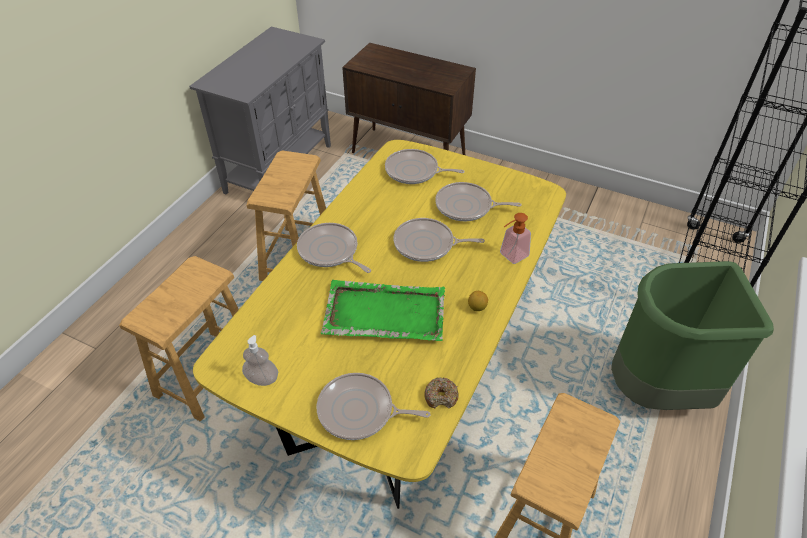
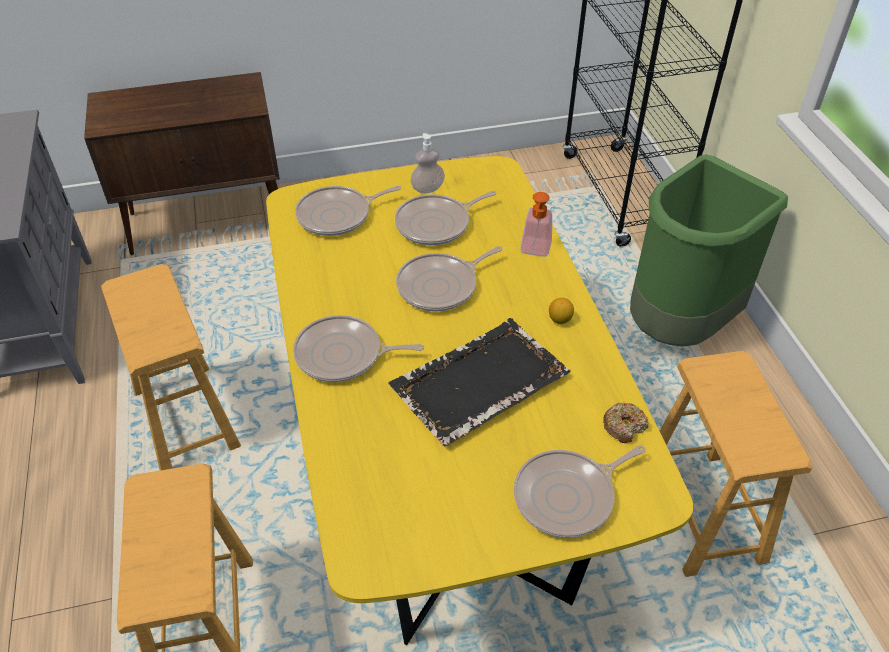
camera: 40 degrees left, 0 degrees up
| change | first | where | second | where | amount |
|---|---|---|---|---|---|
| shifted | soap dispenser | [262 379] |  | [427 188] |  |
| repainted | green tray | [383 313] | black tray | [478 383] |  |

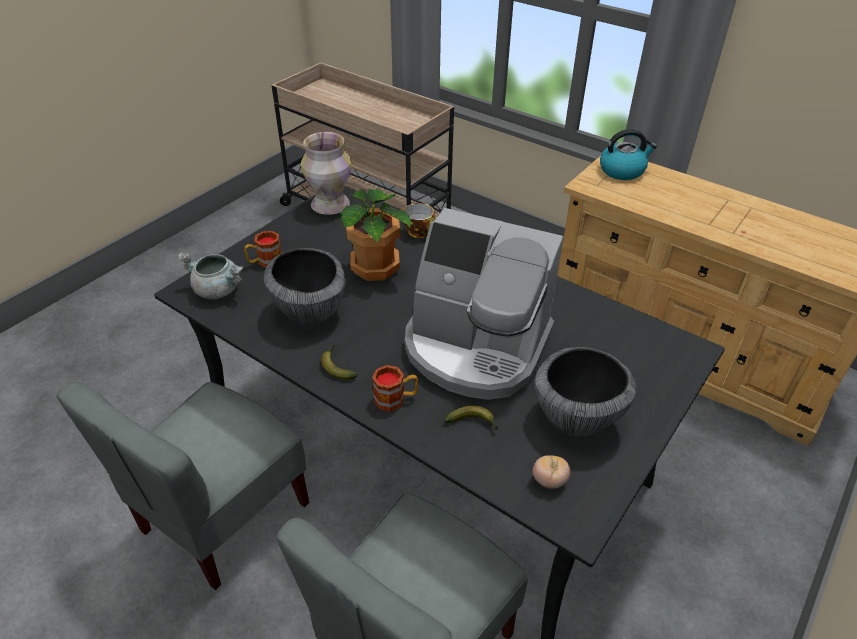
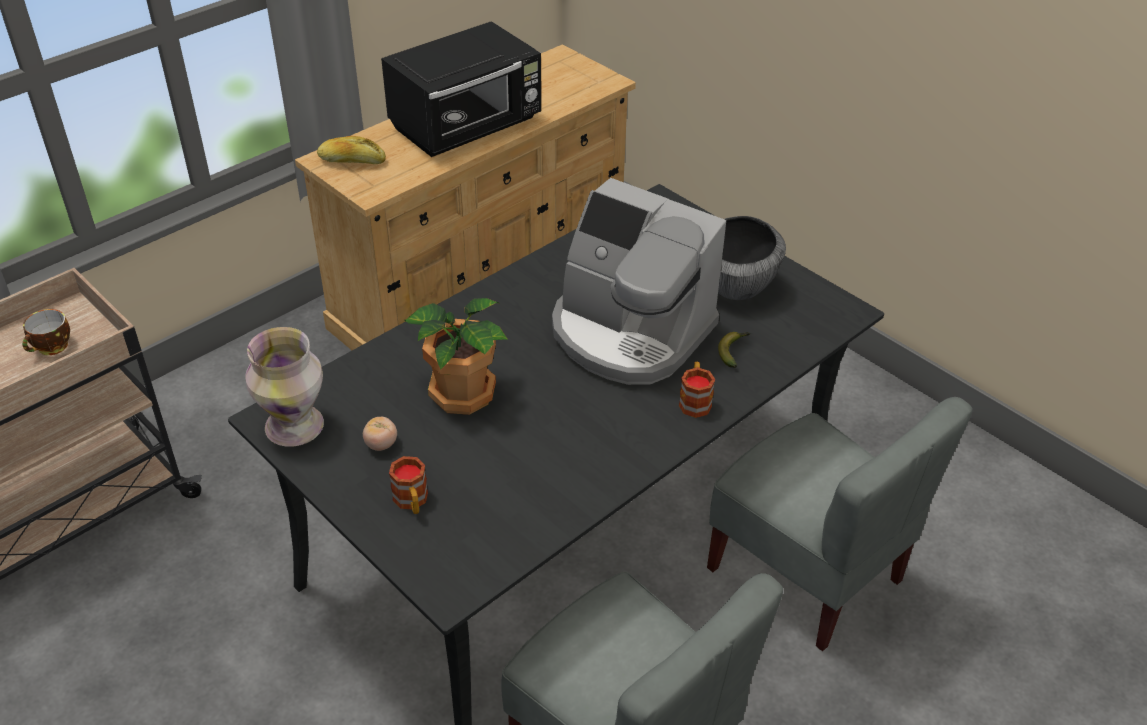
camera: 80 degrees left, 0 degrees up
| change | first | where | second | where | amount |
|---|---|---|---|---|---|
| gone | grey cooking pot | [218 290] |  |  |  |
| gone | bowl | [310 312] |  |  |  |
| gone | banana | [337 366] |  |  |  |
| new |  |  | black microwave | [467 126] |  |
| shifted | cup | [416 232] |  | [52 348] |  |
| shifted | tomato | [549 480] |  | [381 444] |  |
| swapped | kettle | [622 170] | bread | [352 161] |  |
| rotated | coffee machine | [475 348] |  | [629 333] | 90 degrees clockwise |

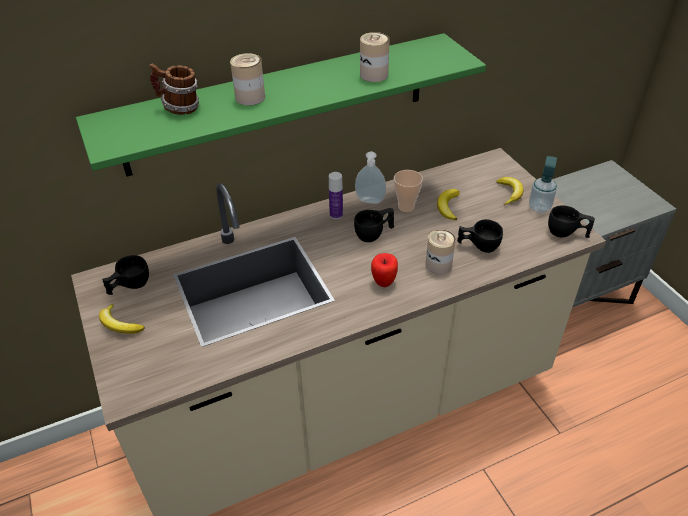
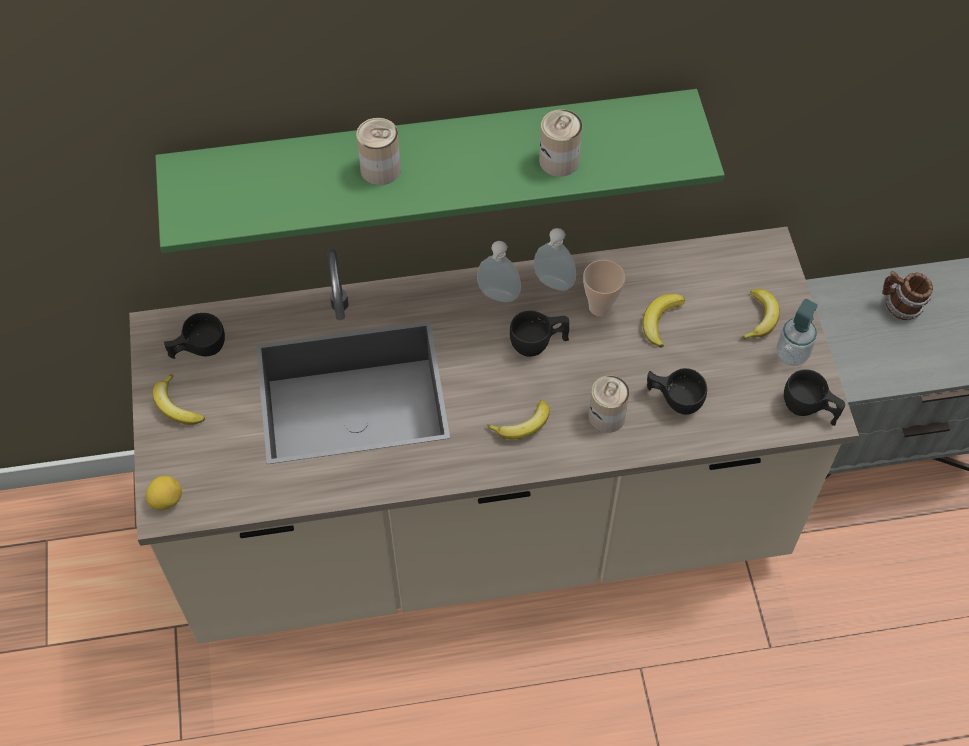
camera: 15 degrees right, 15 degrees up
| change | first | where | second | where | amount |
|---|---|---|---|---|---|
| new |  |  | lemon | [166 500] |  |
| shifted | mug | [179 108] |  | [900 307] |  |
| swapped | bottle | [336 215] | soap dispenser | [497 297] |  |
| swapped | apple | [384 282] | banana | [523 426] |  |

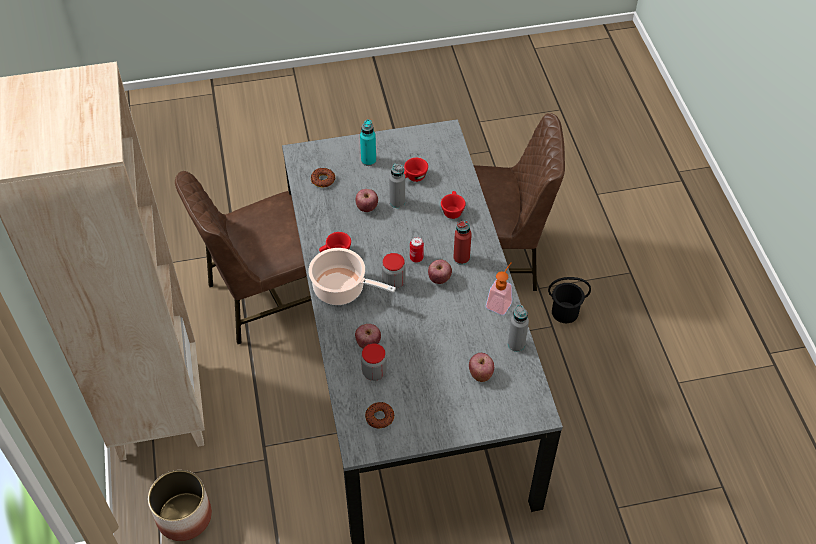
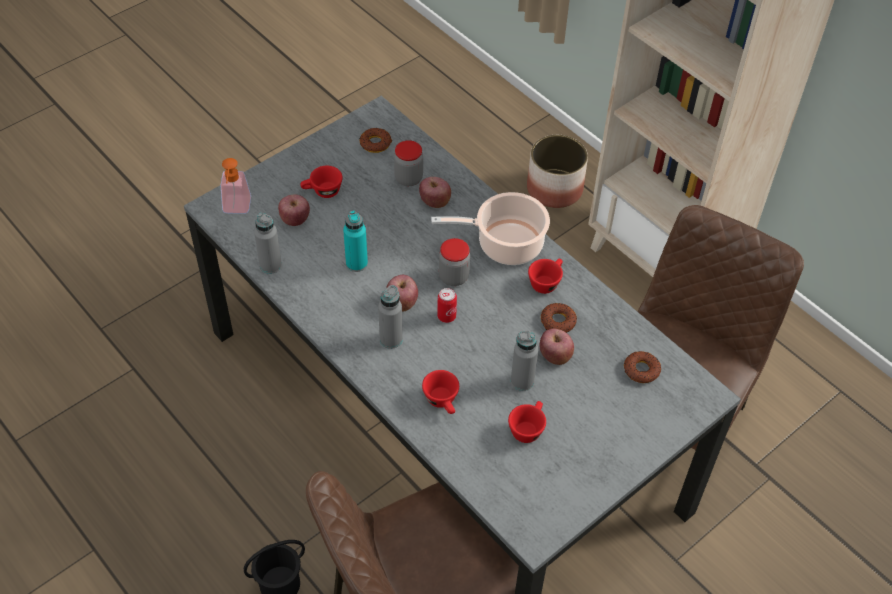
camera: 150 degrees right, 0 degrees up
| change | first | where | second | where | amount |
|---|---|---|---|---|---|
| new |  |  | red cup | [322 192] |  |
| new |  |  | donut | [558 321] |  |
| shifted | turquoise bottle | [368 160] |  | [356 263] |  |
| shifted | soap dispenser | [500 302] |  | [236 209] |  |
| repainted | red bottle | [461 258] | grey bottle | [391 339] |  |

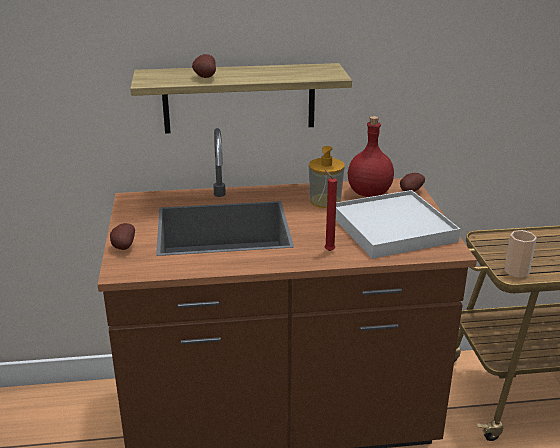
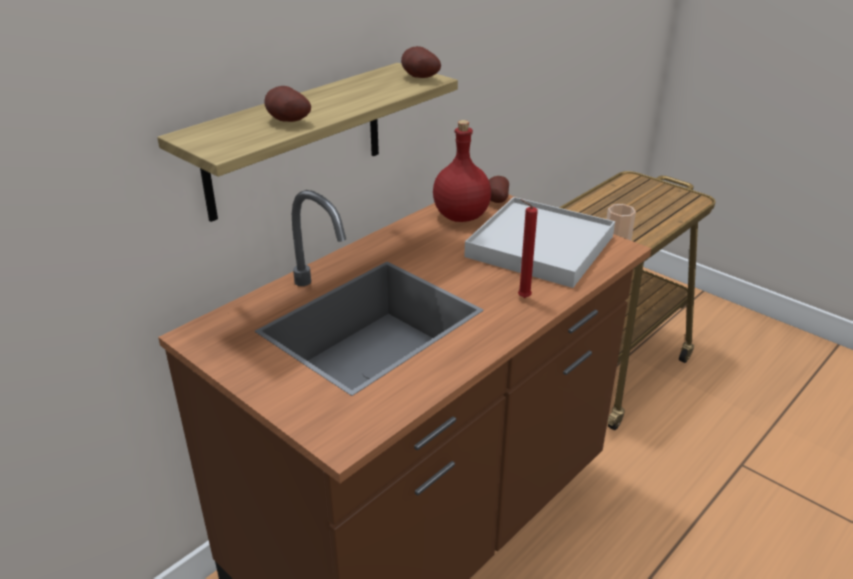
camera: 40 degrees left, 5 degrees up
| change | first | where | second | where | amount |
|---|---|---|---|---|---|
| gone | soap dispenser | [325 201] |  |  |  |
| shifted | potato | [122 247] |  | [418 78] |  |

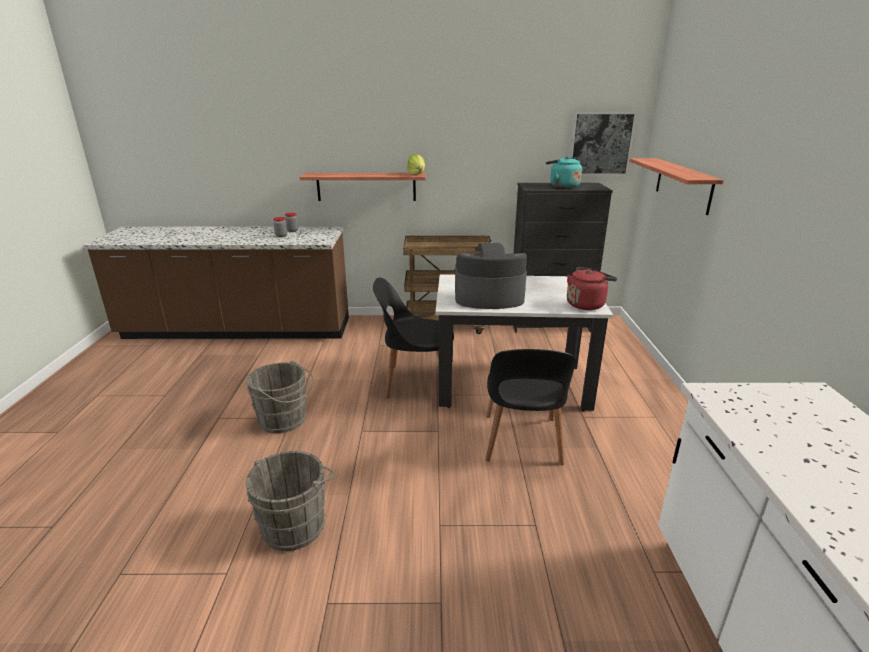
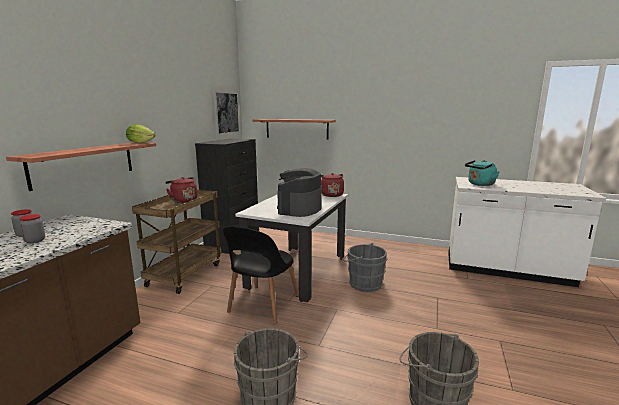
camera: 70 degrees left, 10 degrees down
| change | first | where | second | where | amount |
|---|---|---|---|---|---|
| new |  |  | red kettle | [183 201] |  |
| shifted | turquoise kettle | [562 186] |  | [480 184] |  |
| swapped | black chair | [522 442] | grey bucket | [363 283] |  |

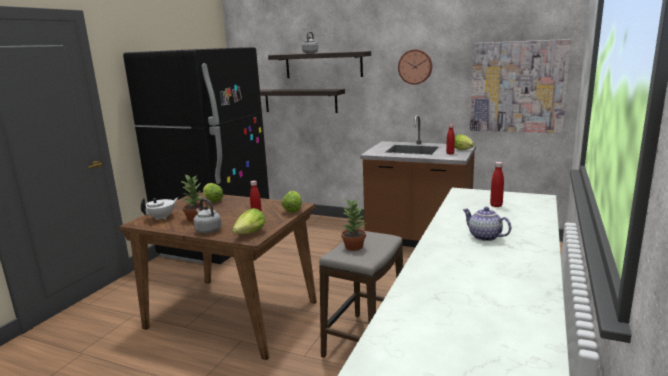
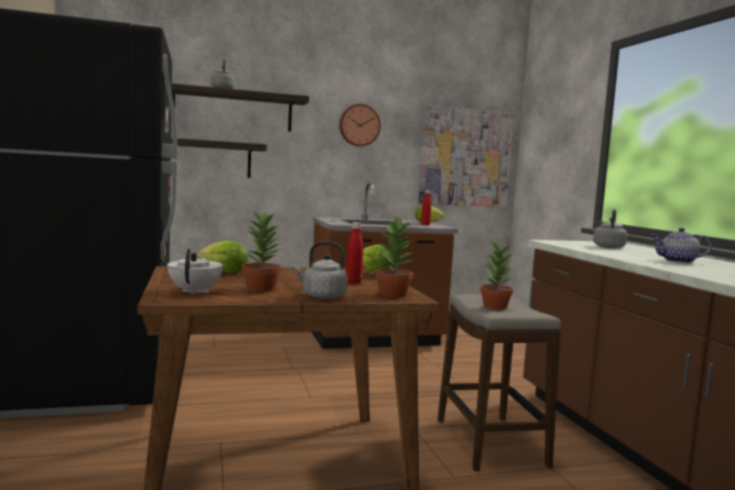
camera: 40 degrees left, 10 degrees down
| change | first | where | second | where | amount |
|---|---|---|---|---|---|
| swapped | lettuce | [250 233] | potted plant | [393 294] |  |
| swapped | red bottle | [496 205] | grey kettle | [609 247] |  |

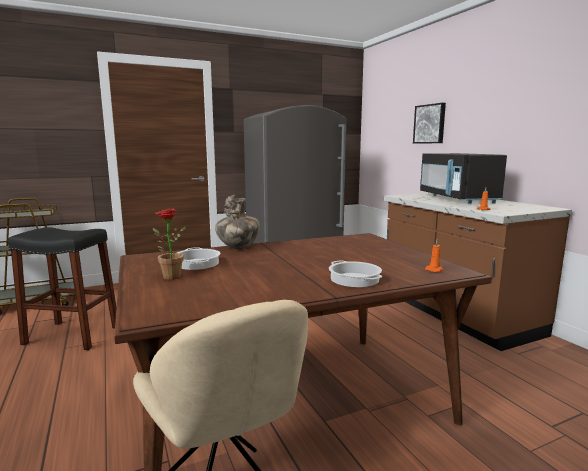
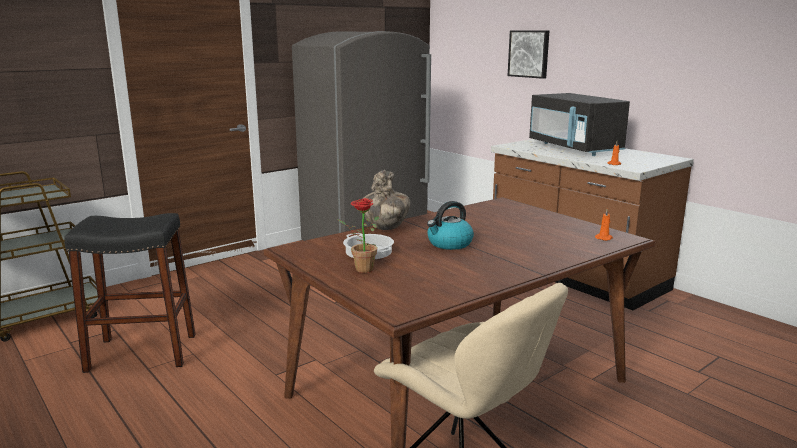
camera: 15 degrees left, 5 degrees up
| change | first | where | second | where | amount |
|---|---|---|---|---|---|
| gone | cooking pot | [354 279] |  |  |  |
| new |  |  | kettle | [449 244] |  |

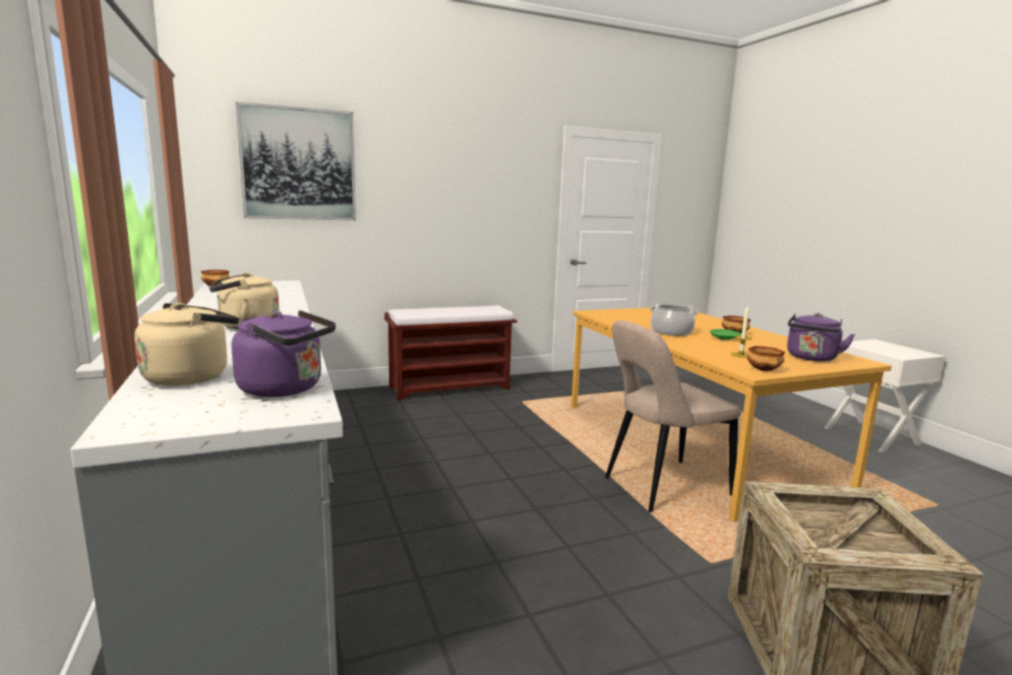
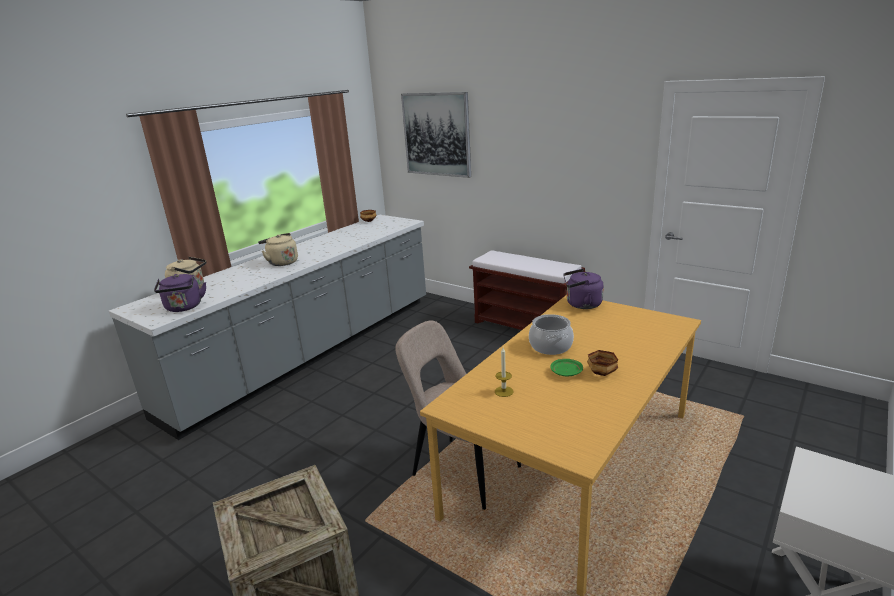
camera: 60 degrees right, 10 degrees up
| change | first | where | second | where | amount |
|---|---|---|---|---|---|
| gone | bowl | [763 369] |  |  |  |
| shifted | purple kettle | [811 358] |  | [581 304] |  |

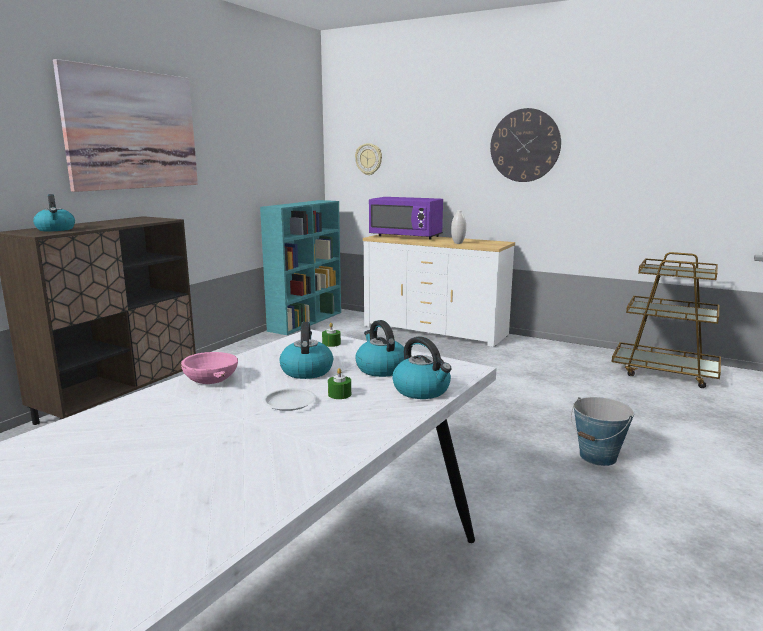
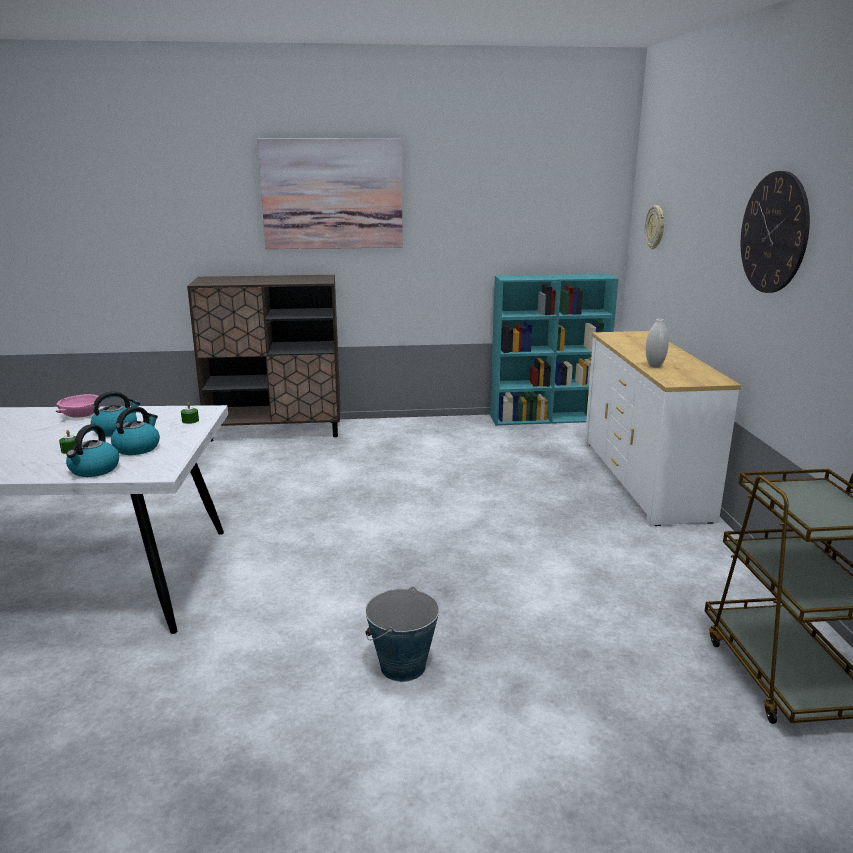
camera: 55 degrees right, 5 degrees up
| change | first | where | second | where | amount |
|---|---|---|---|---|---|
| gone | kettle | [56 229] |  |  |  |
| gone | white plate | [289 403] |  |  |  |
| gone | purple microwave | [406 236] |  |  |  |

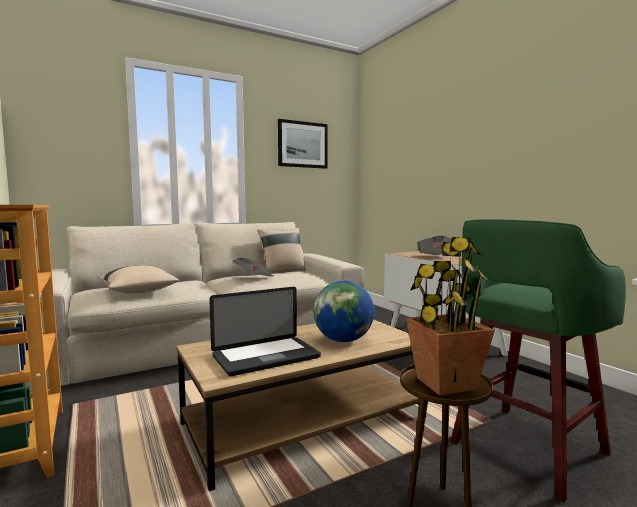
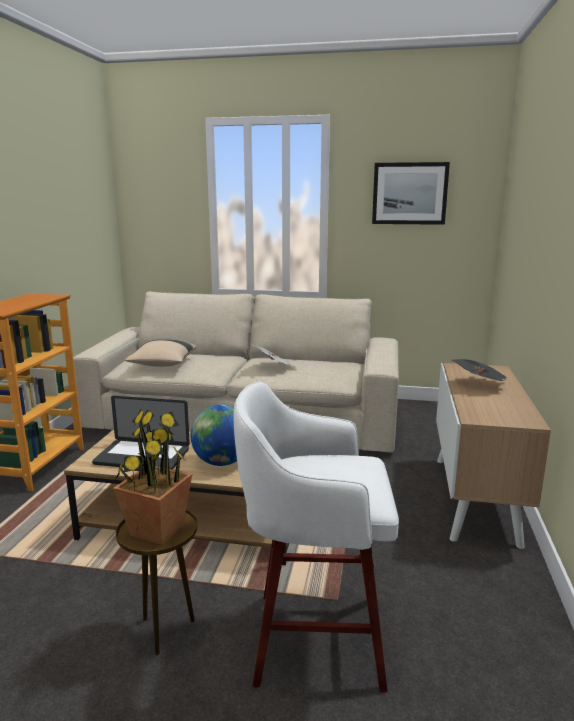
camera: 40 degrees right, 10 degrees up
| change | first | where | second | where | amount |
|---|---|---|---|---|---|
| gone | beige pillow | [282 271] |  |  |  |
| repainted | green stool | [525 449] | white stool | [312 638] |  |

